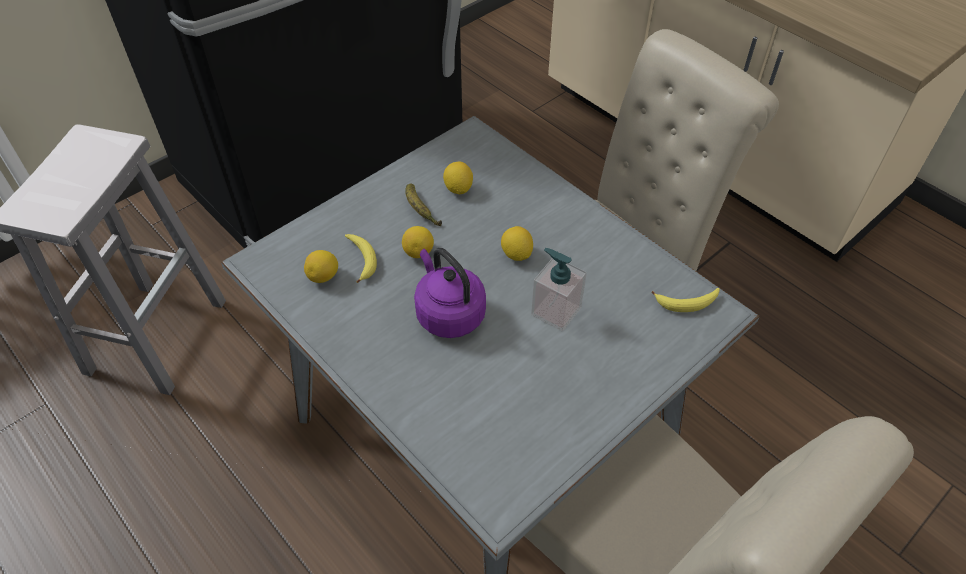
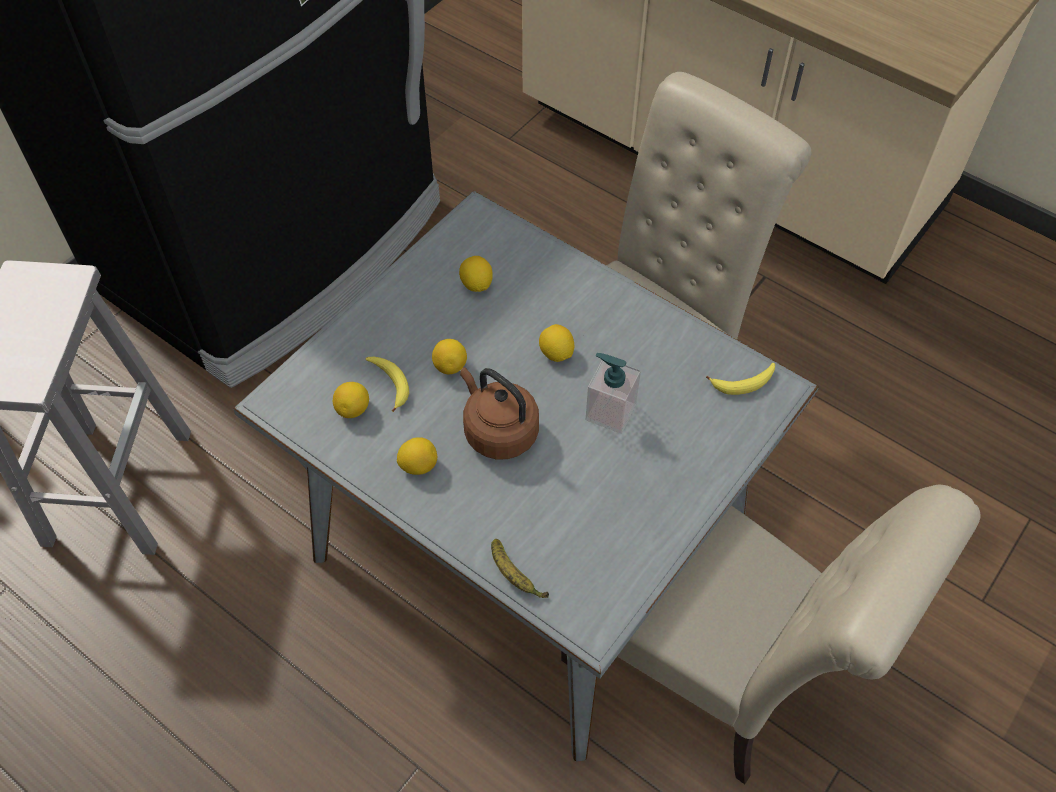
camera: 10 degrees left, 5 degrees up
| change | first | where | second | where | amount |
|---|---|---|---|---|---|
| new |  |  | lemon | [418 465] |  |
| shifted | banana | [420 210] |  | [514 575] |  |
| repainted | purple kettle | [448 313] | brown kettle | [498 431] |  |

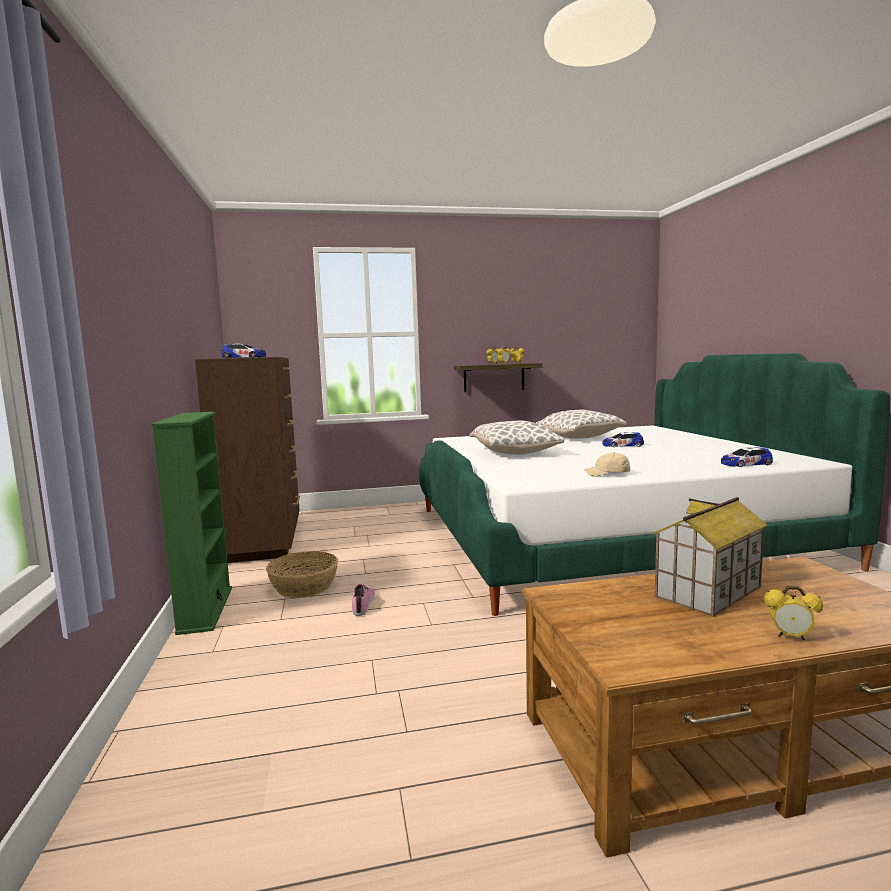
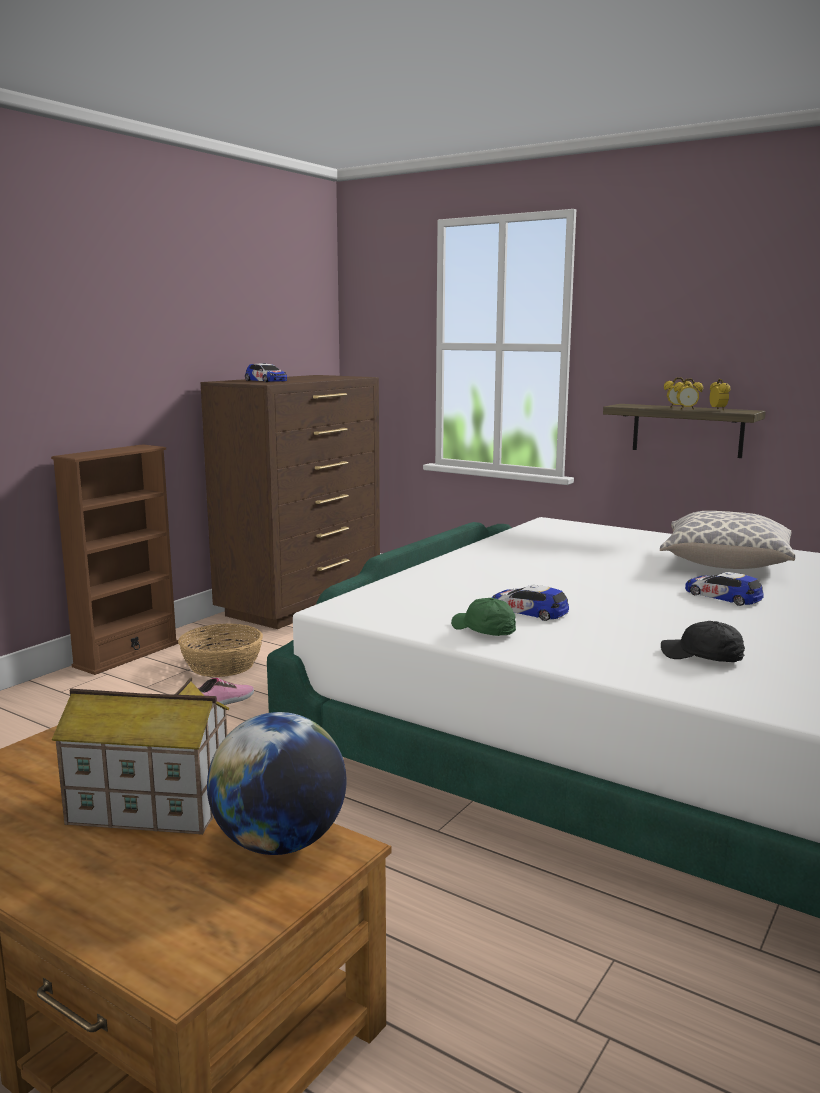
camera: 45 degrees right, 5 degrees up
| change | first | where | second | where | amount |
|---|---|---|---|---|---|
| gone | pillow | [514 453] |  |  |  |
| gone | alarm clock | [790 637] |  |  |  |
| new |  |  | globe | [279 843] |  |
| new |  |  | black cap | [702 658] |  |
| shifted | toy car | [746 464] |  | [528 611] |  |
| repainted | green bookcase | [205 610] | brown bookcase | [127 655] |  |
| repainted | beige cap | [608 474] | green cap | [483 631] |  |

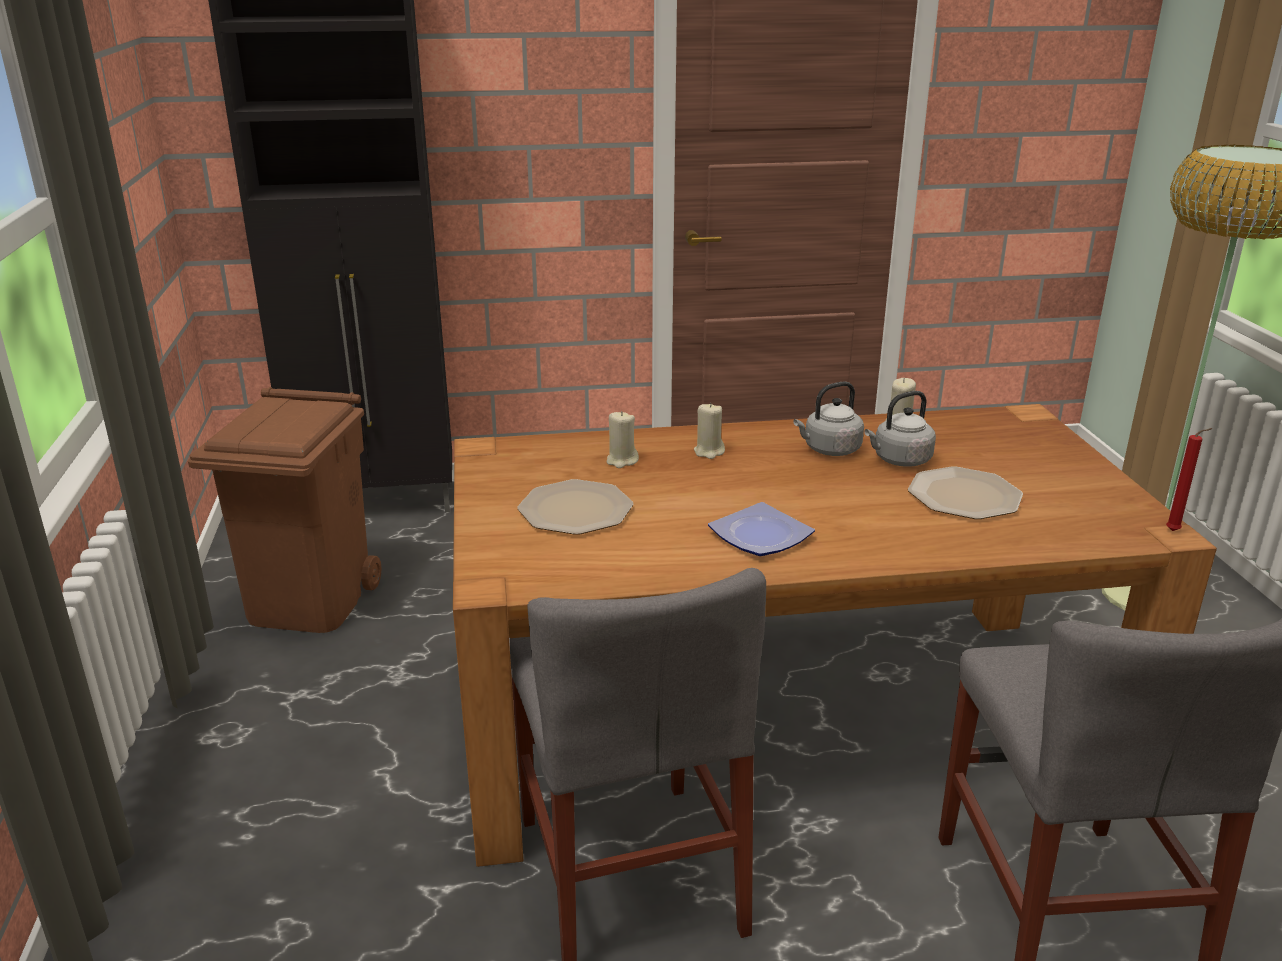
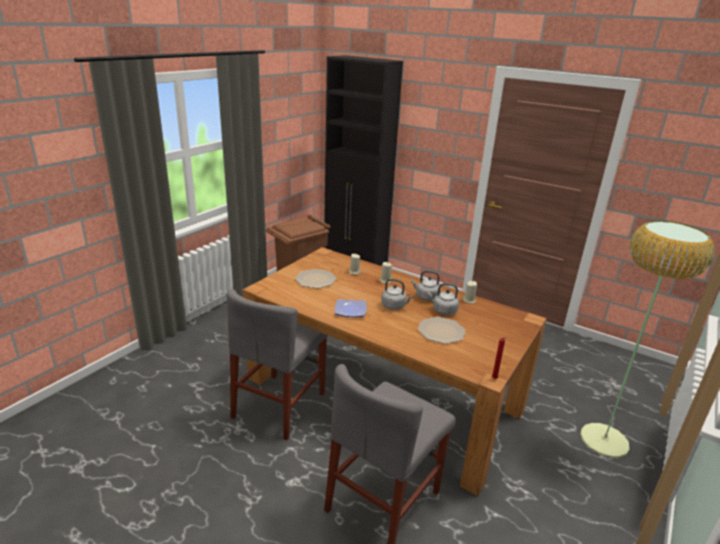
camera: 40 degrees right, 0 degrees up
| change | first | where | second | where | amount |
|---|---|---|---|---|---|
| new |  |  | grey kettle | [394 306] |  |

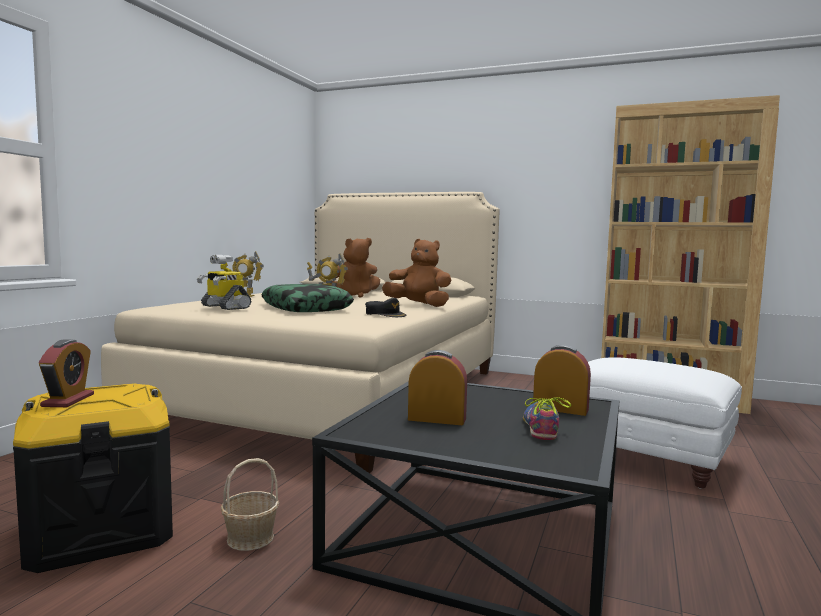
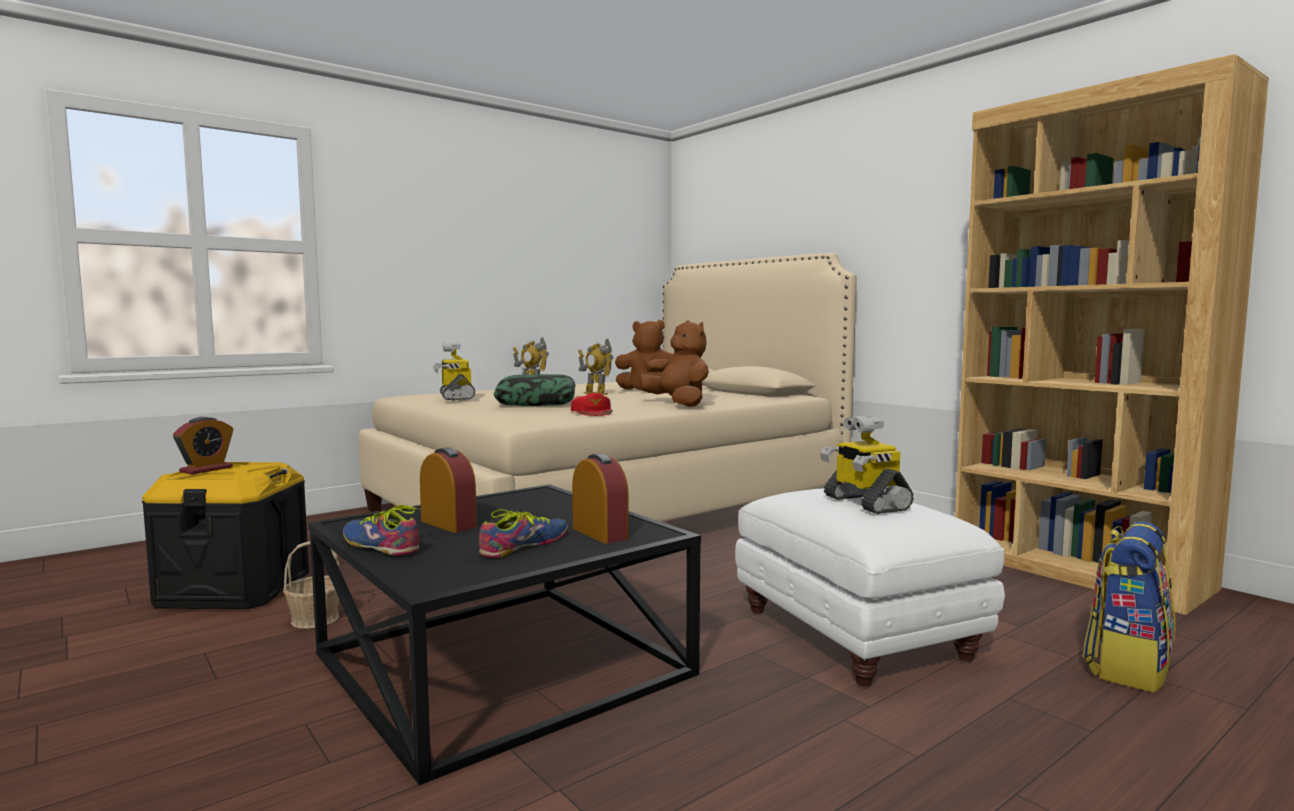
camera: 30 degrees right, 0 degrees up
| change | first | where | second | where | amount |
|---|---|---|---|---|---|
| new |  |  | shoe | [380 545] |  |
| new |  |  | toy robot | [864 503] |  |
| new |  |  | backpack | [1127 667] |  |
| repainted | black cap | [385 314] | red cap | [592 412] |  |

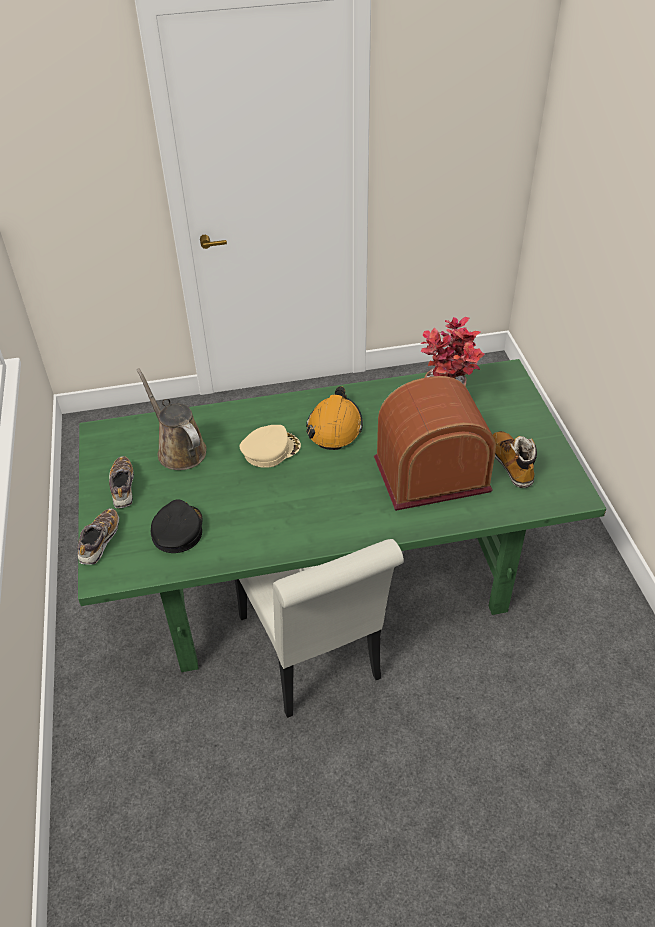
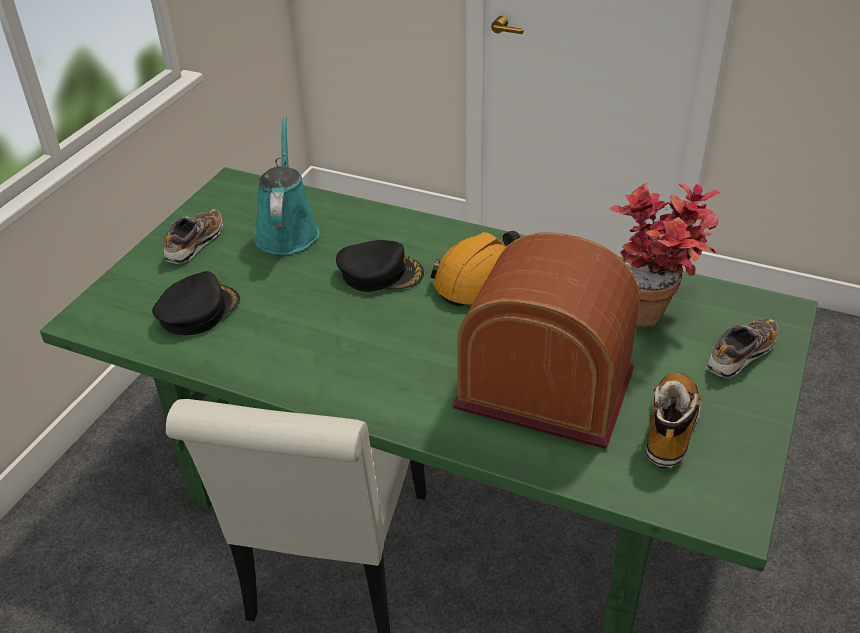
camera: 35 degrees right, 5 degrees down
| change | first | where | second | where | amount |
|---|---|---|---|---|---|
| shifted | shoe | [100 541] |  | [740 355] |  |
| repainted | brown watering can | [179 449] | turquoise watering can | [287 231] |  |
| repainted | beige cap | [270 450] | black cap | [380 273] |  |

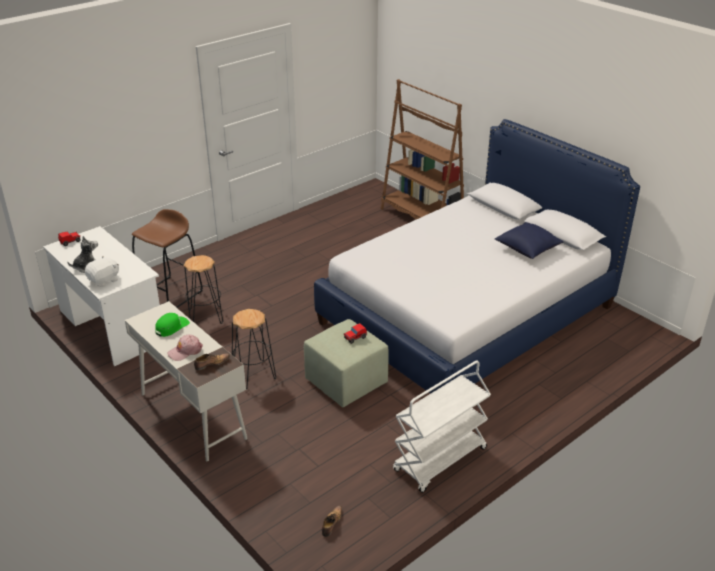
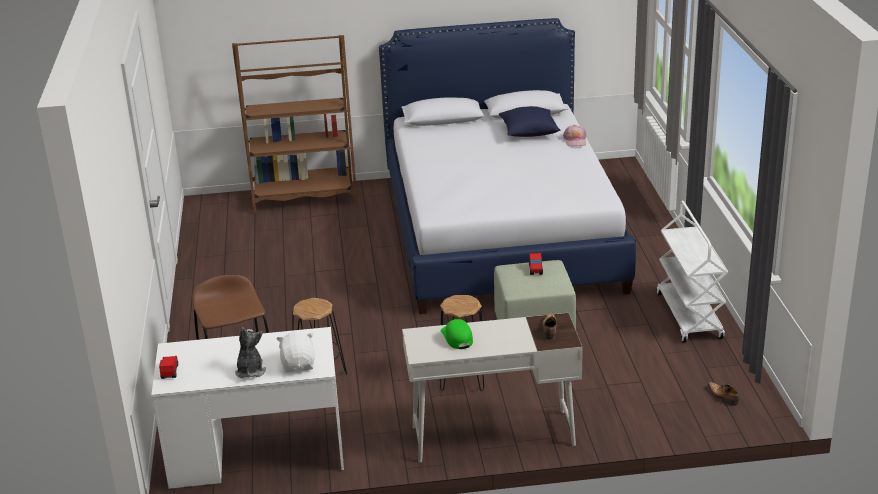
camera: 55 degrees left, 5 degrees down
| change | first | where | second | where | amount |
|---|---|---|---|---|---|
| shifted | pink cap | [185 351] |  | [575 140] |  |

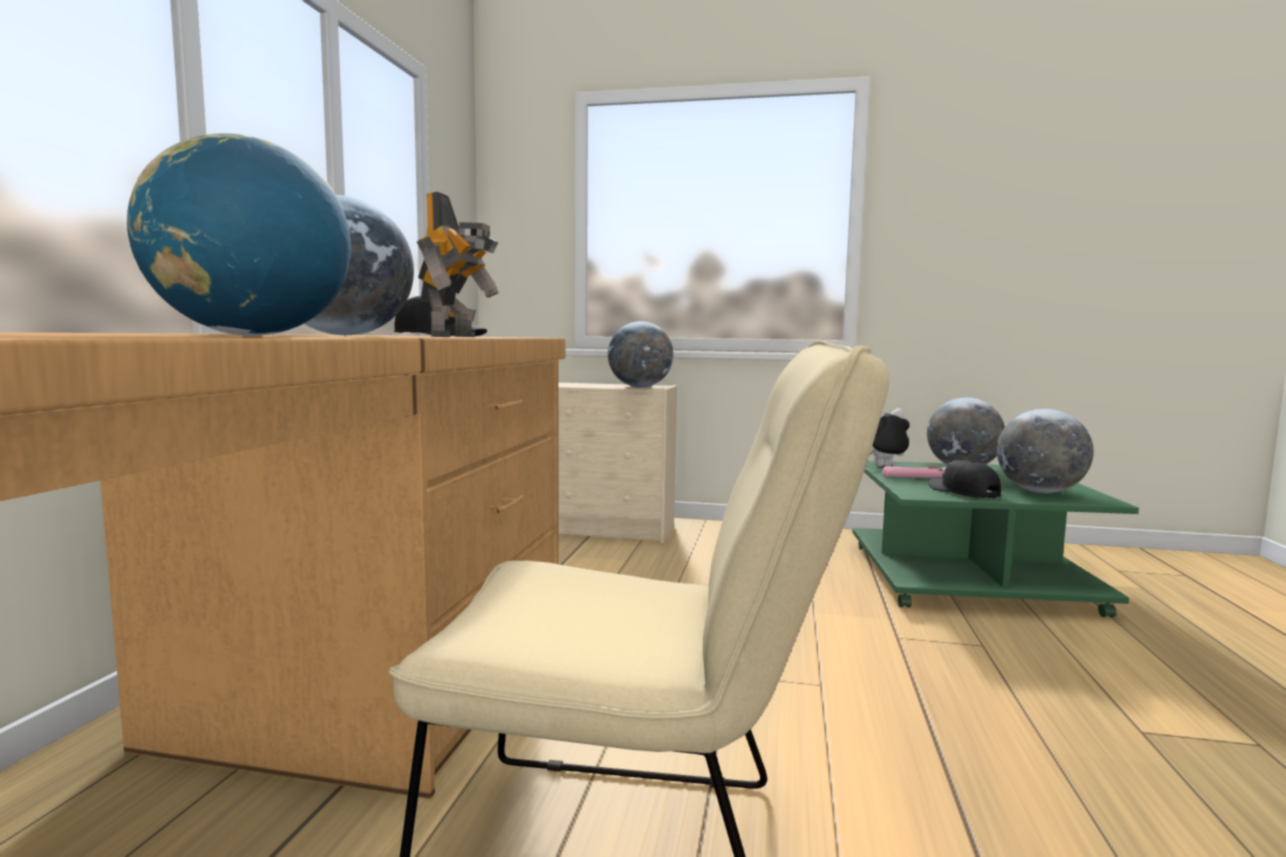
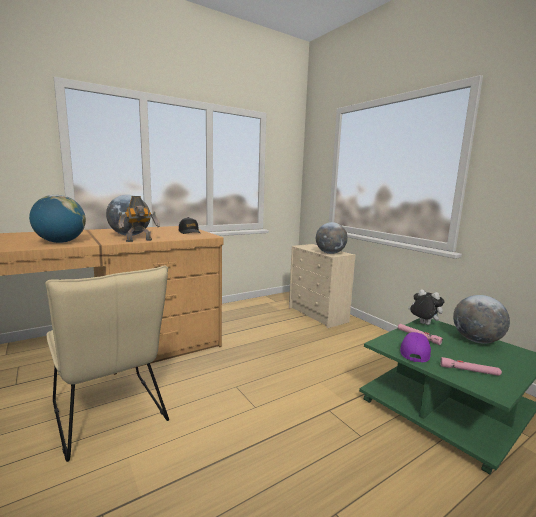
camera: 45 degrees right, 5 degrees up
| change | first | where | second | where | amount |
|---|---|---|---|---|---|
| swapped | globe | [1039 492] | pink flashlight | [469 371] |  |
| repainted | black cap | [962 491] | purple cap | [414 352] |  |

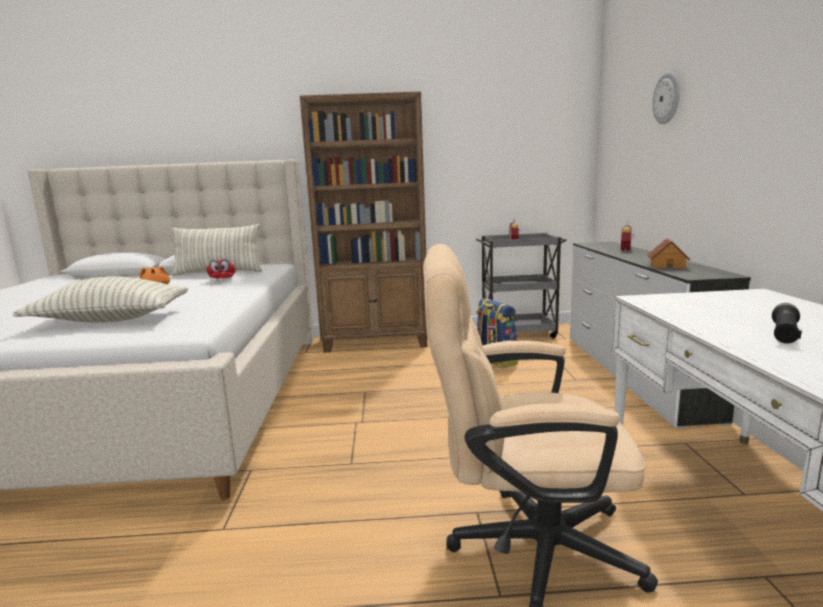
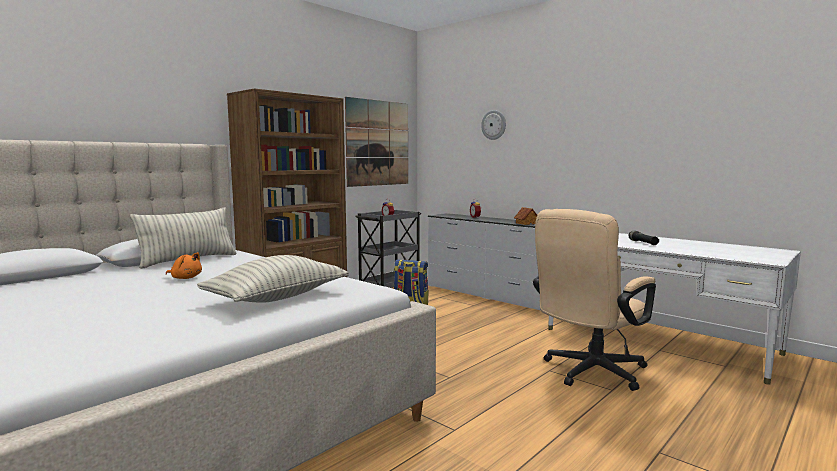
camera: 45 degrees left, 5 degrees down
| change | first | where | second | where | amount |
|---|---|---|---|---|---|
| gone | red cap | [222 280] |  |  |  |
| new |  |  | picture | [378 143] |  |

